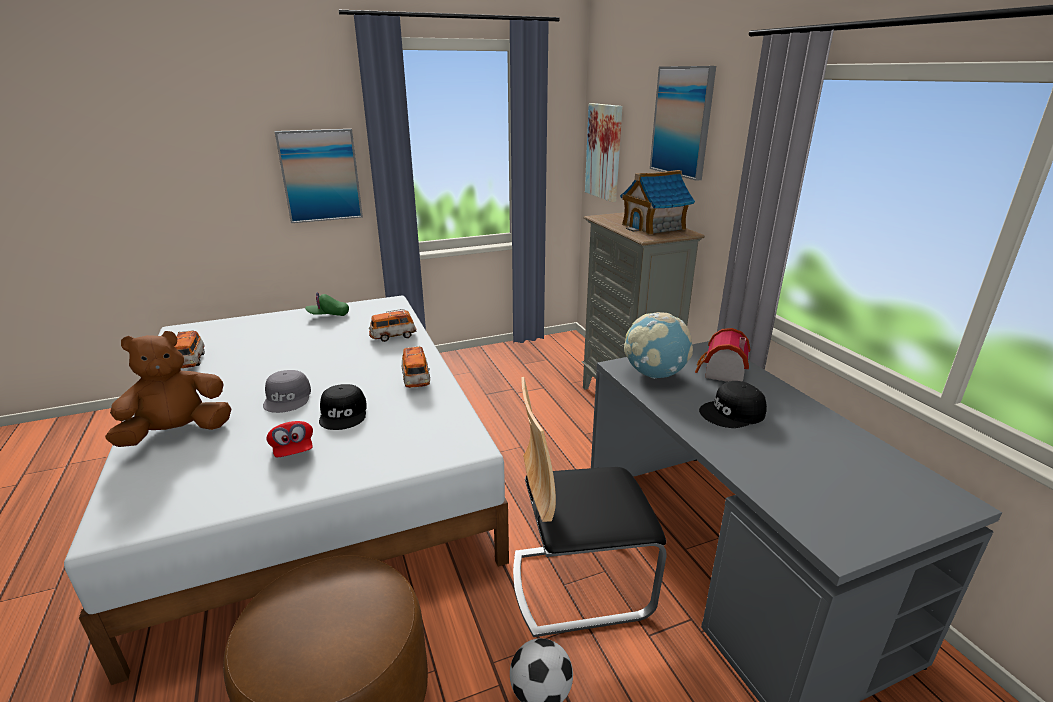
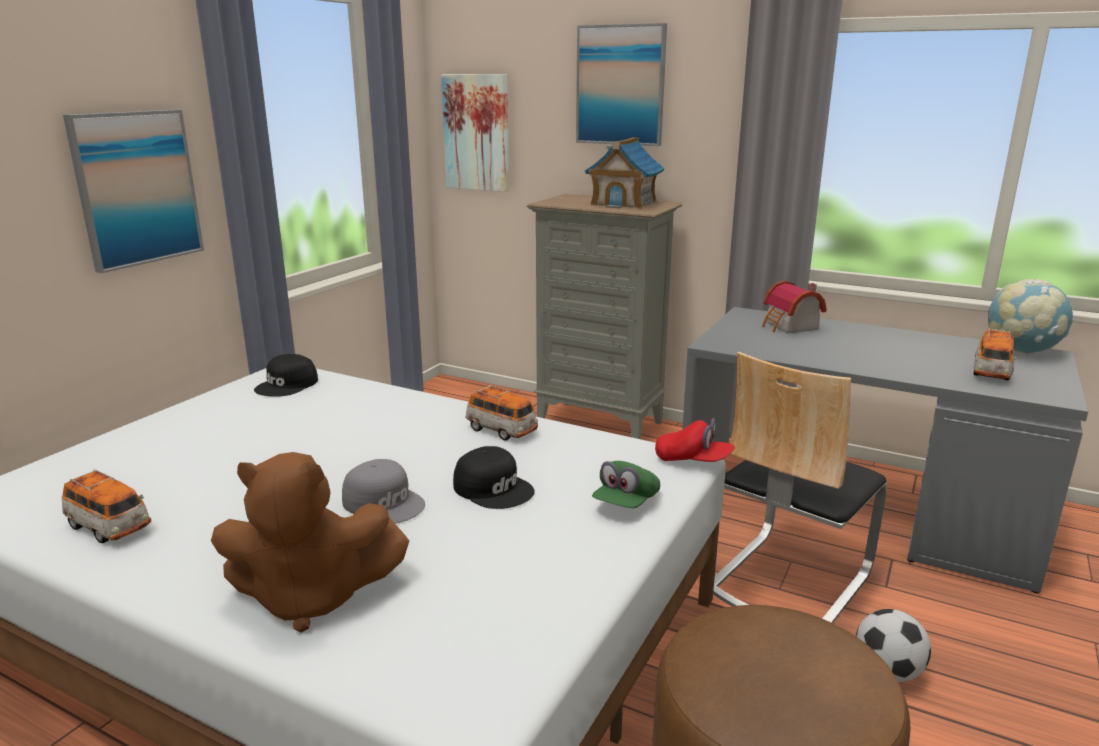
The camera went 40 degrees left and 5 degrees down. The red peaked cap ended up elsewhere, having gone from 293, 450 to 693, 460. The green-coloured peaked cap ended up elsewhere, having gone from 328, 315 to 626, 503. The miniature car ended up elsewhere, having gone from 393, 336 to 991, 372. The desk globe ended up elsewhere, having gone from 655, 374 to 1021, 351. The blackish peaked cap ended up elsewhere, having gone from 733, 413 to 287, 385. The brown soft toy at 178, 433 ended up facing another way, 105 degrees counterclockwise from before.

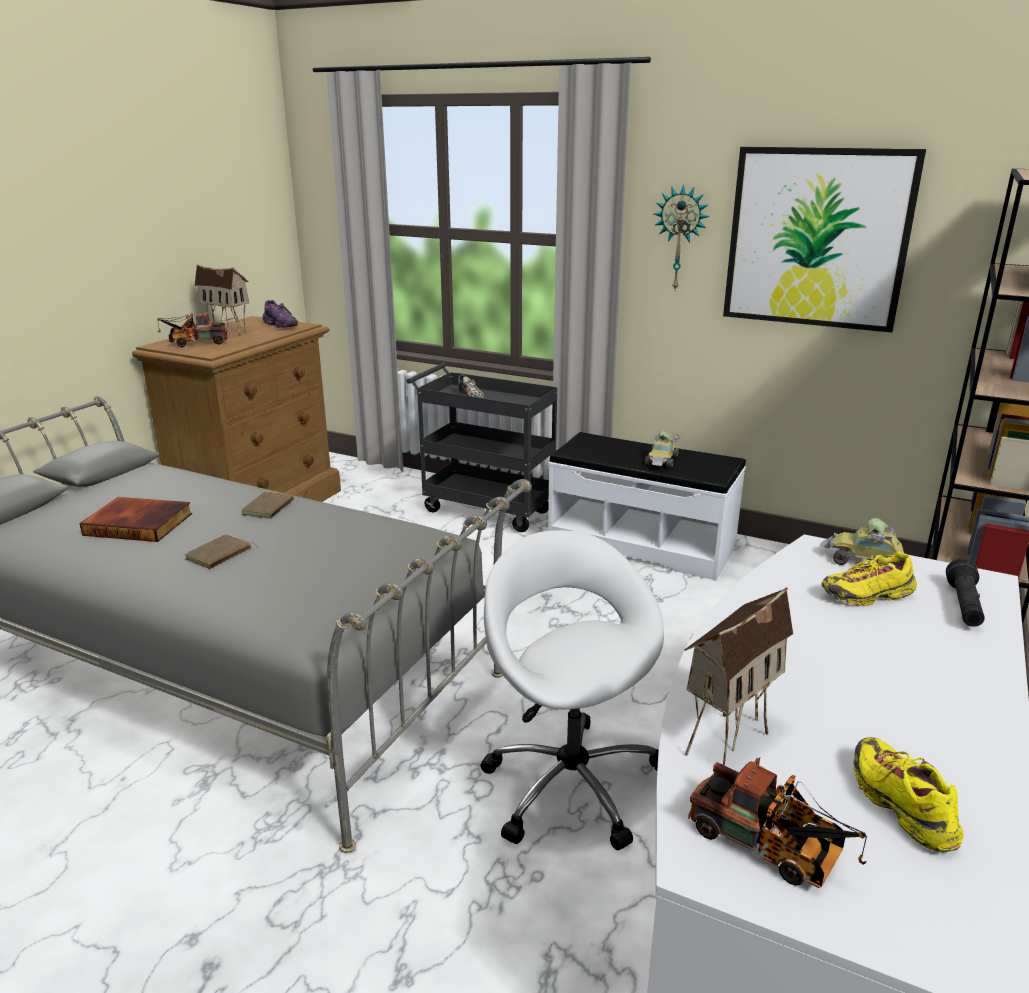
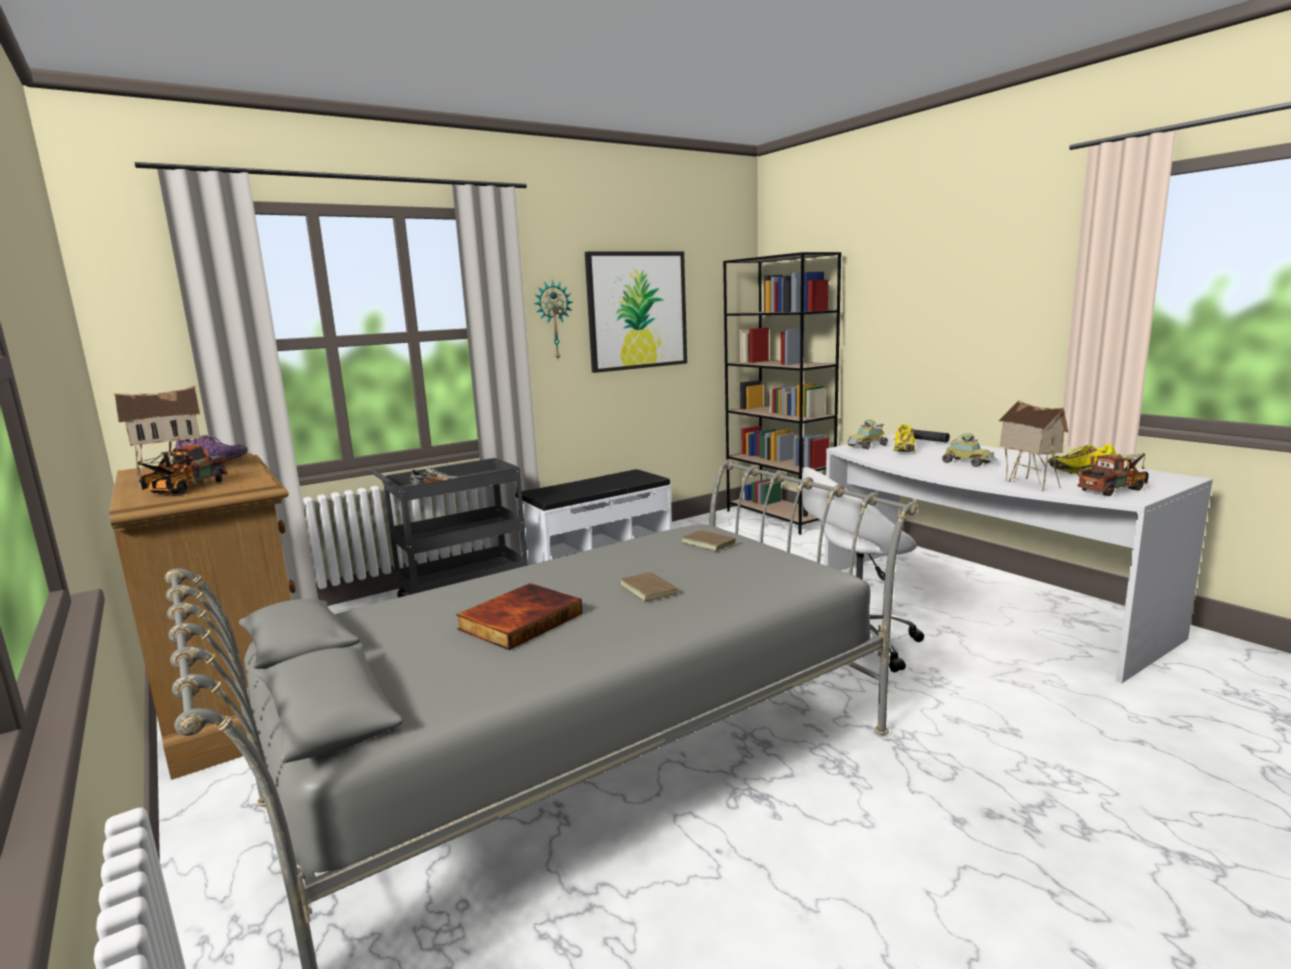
The camera went 60 degrees left and 10 degrees down. The brown volume ended up elsewhere, having gone from 270, 508 to 709, 543. The miniature car ended up elsewhere, having gone from 662, 461 to 968, 462.

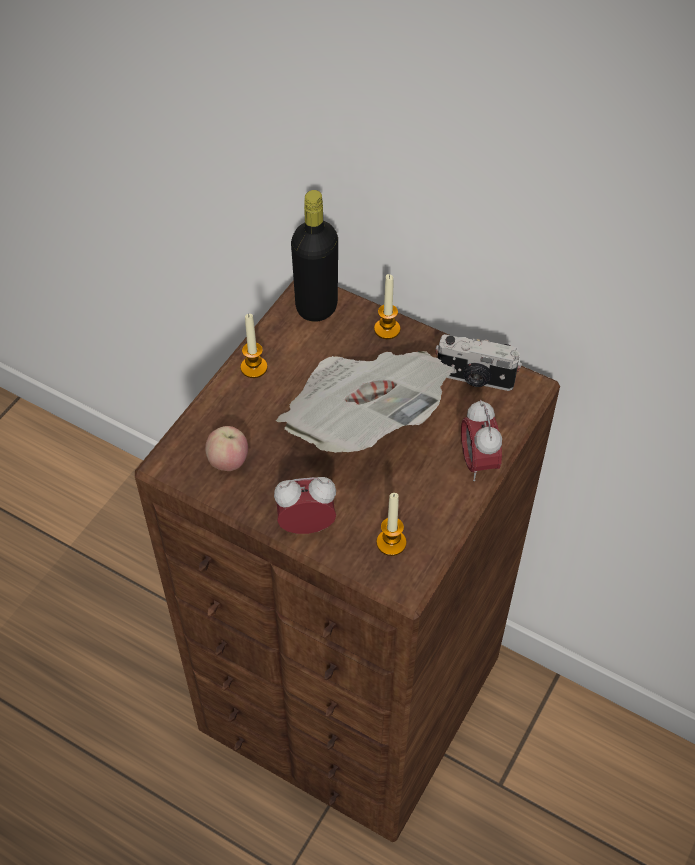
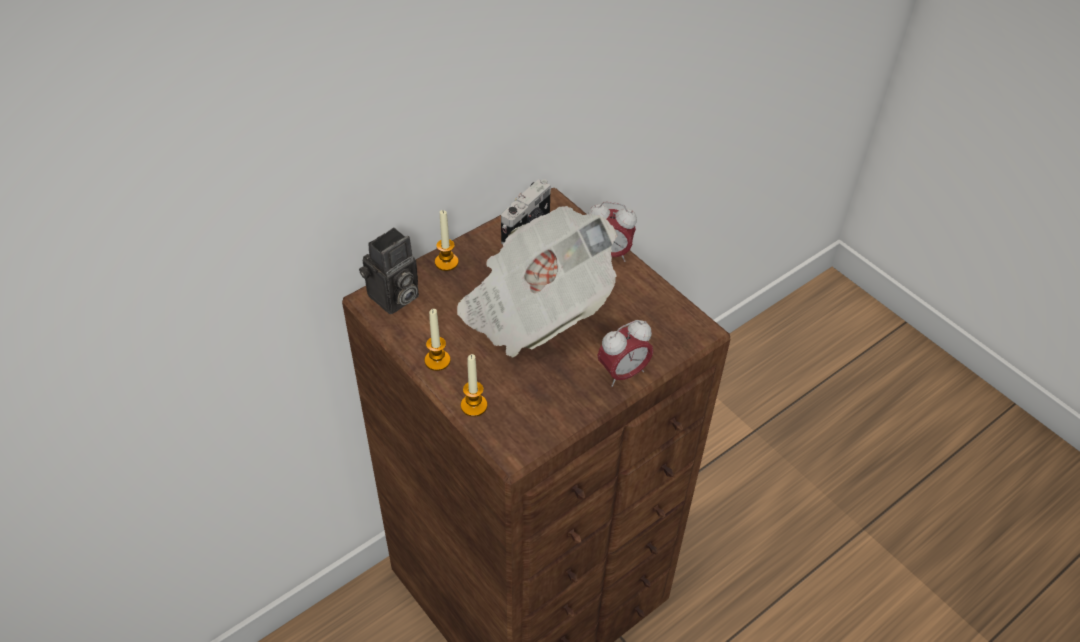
The camera went 70 degrees left and 5 degrees down. The second view lost the apple at 228, 462. The wax candle ended up elsewhere, having gone from 391, 543 to 474, 406. Where the blackish beverage bottle stood at 316, 307, the photo camera came to stand at 393, 299. The table clock at 306, 525 ended up facing another way, 135 degrees counterclockwise from before.

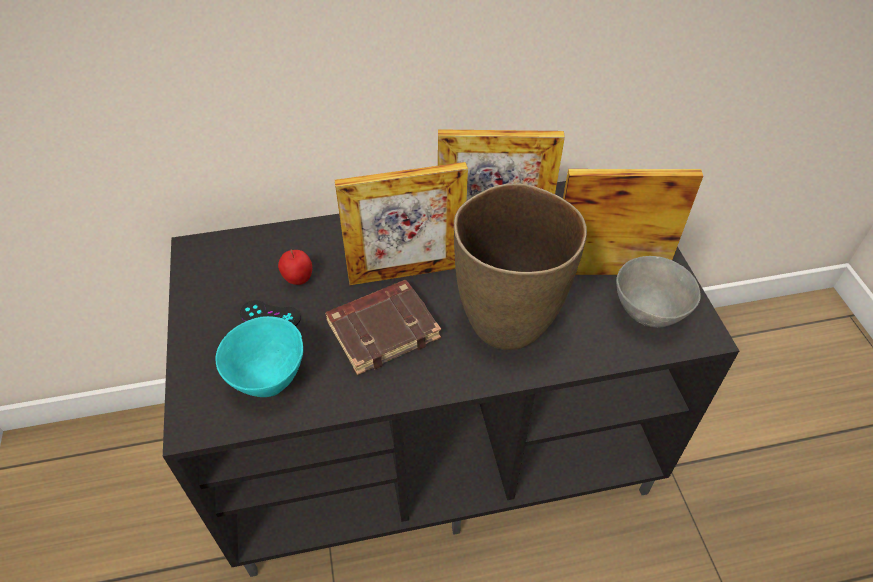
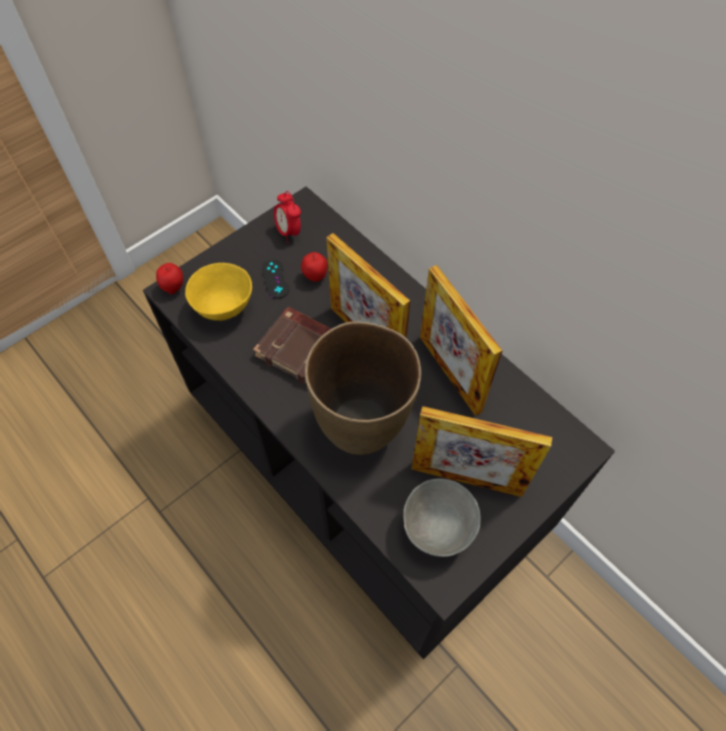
The camera went 60 degrees right and 10 degrees up. The second view gained the apple at 174, 288. The second view gained the table clock at 289, 232. What was the blue-green deep dish at 268, 378 turned into the yellow deep dish at 225, 308. The standing frame at 608, 271 ended up facing another way, 135 degrees clockwise from before.

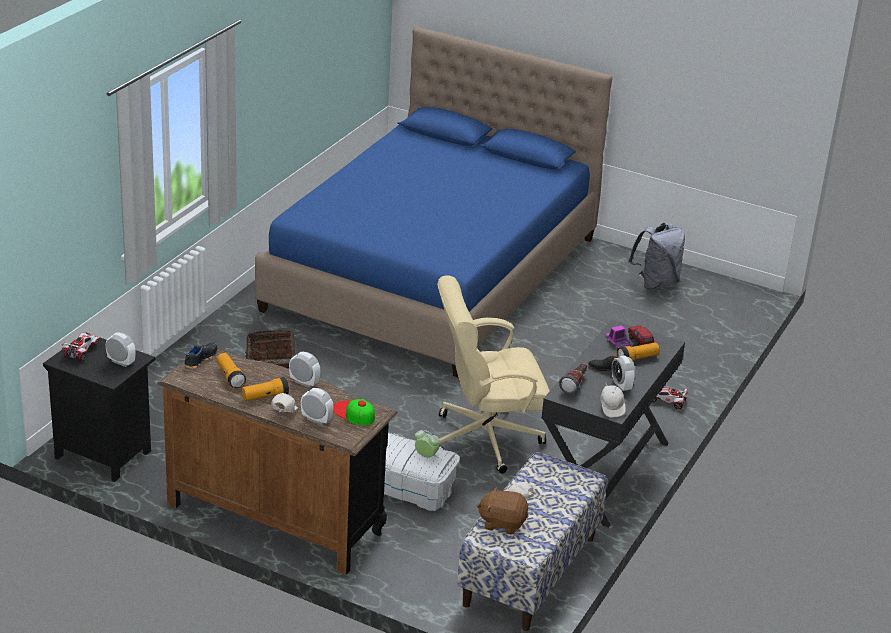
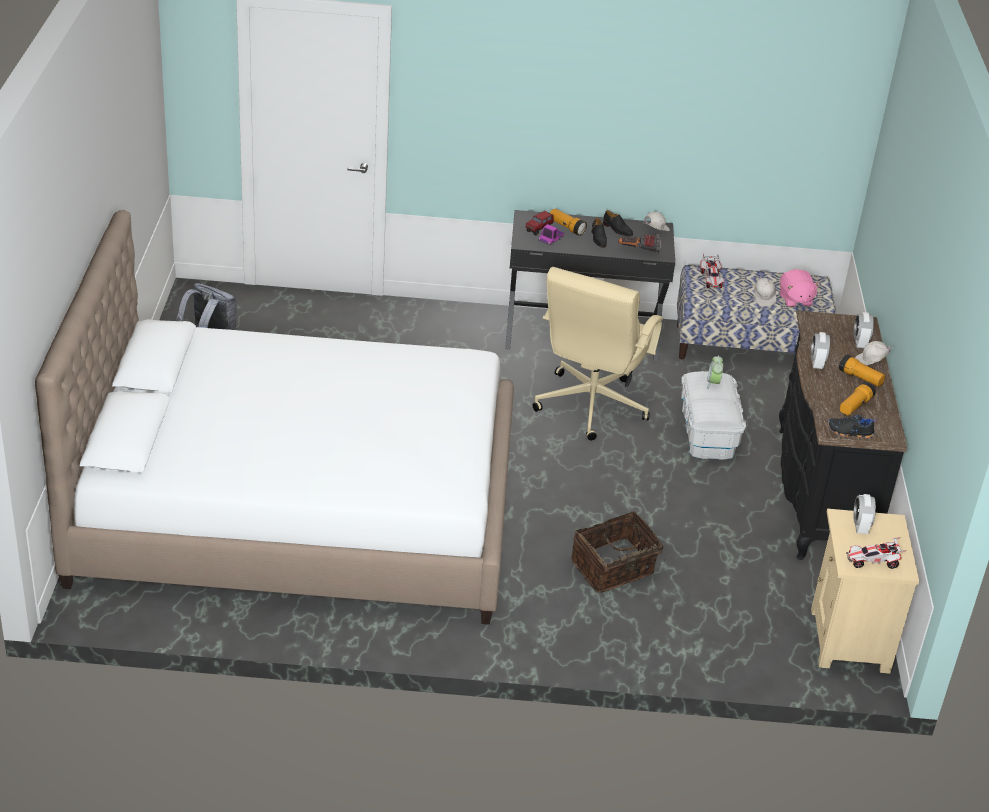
The camera went 115 degrees left and 5 degrees up. The second view lost the peaked cap at 353, 413. The miniature car ended up elsewhere, having gone from 667, 402 to 711, 280. Where the table clock stood at 621, 385, the blackish low shoe came to stand at 617, 230. What was the blackish bedside table at 103, 453 turned into the beige bedside table at 847, 641. What was the bluish bedroom bed at 433, 273 turned into the white bedroom bed at 297, 509. What was the brown soft toy at 502, 523 turned into the pink-coloured soft toy at 795, 300. The beige desk chair at 486, 438 ended up facing another way, 60 degrees clockwise from before.

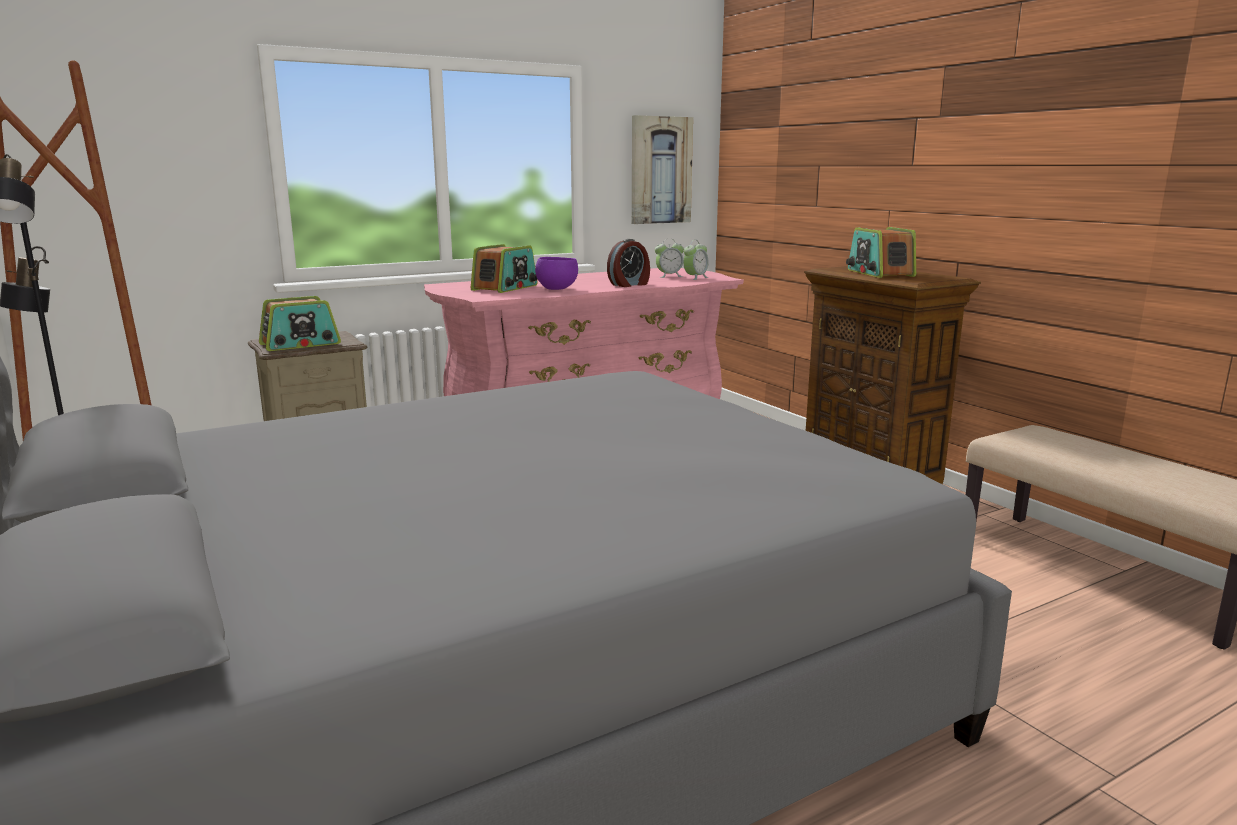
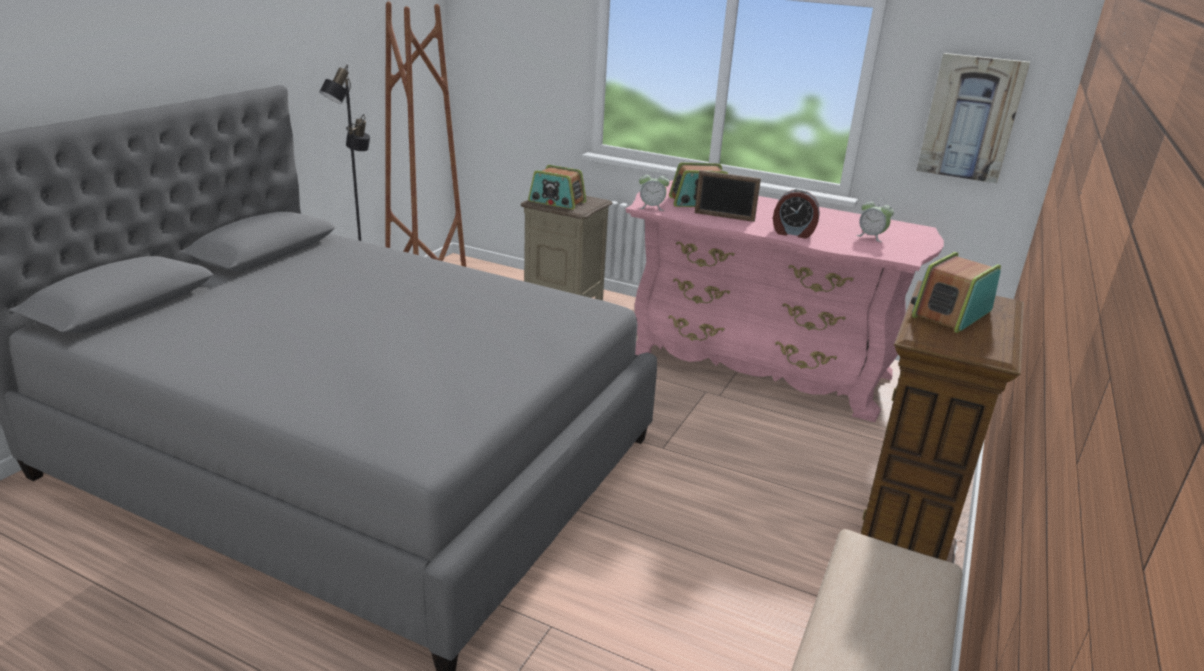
The camera went 55 degrees right and 10 degrees up. The table clock ended up elsewhere, having gone from 695, 278 to 652, 207. Where the purple deep dish stood at 557, 289, the standing frame came to stand at 724, 217.

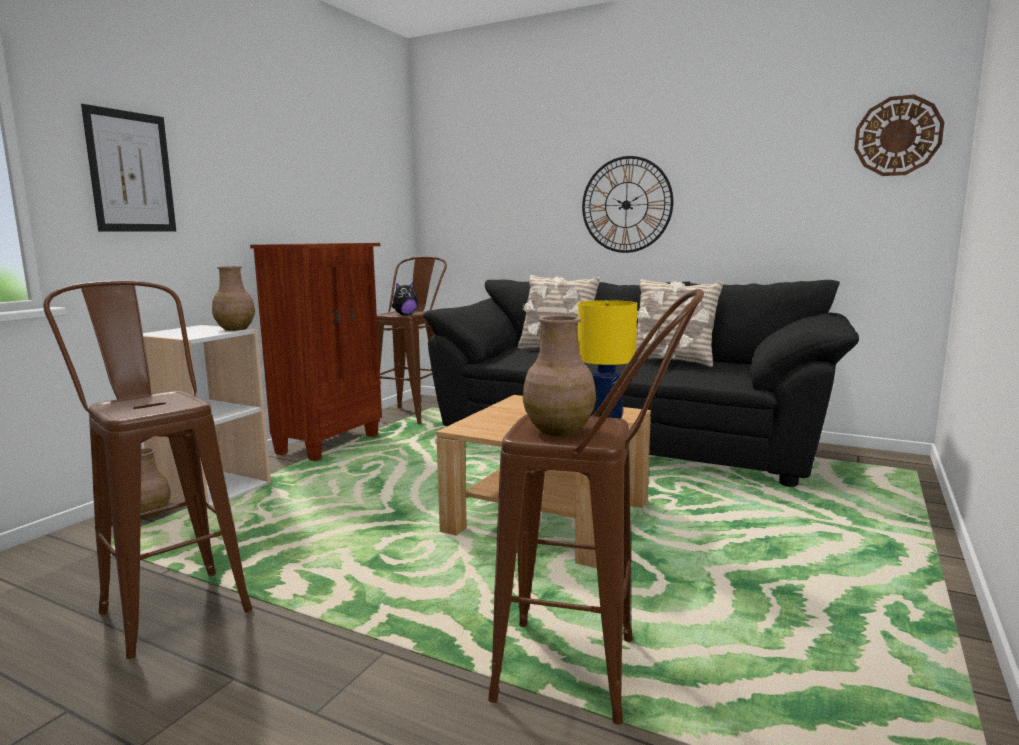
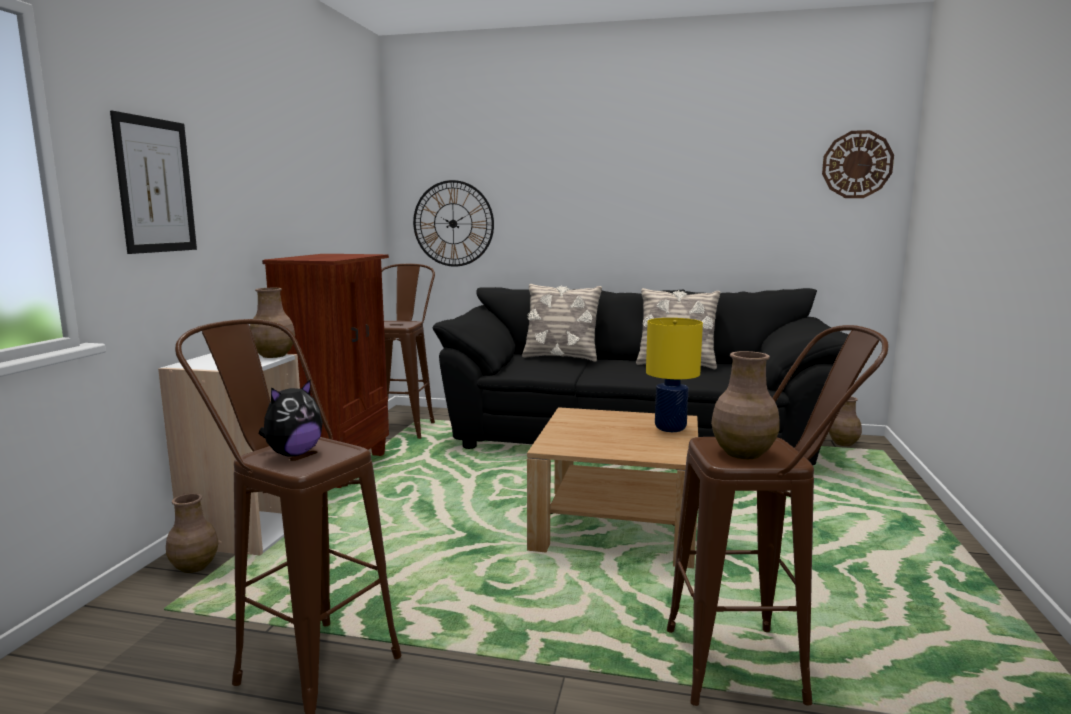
The camera went 15 degrees left and 0 degrees up. The second view gained the brown decorative vase at 843, 443. The soft toy ended up elsewhere, having gone from 405, 315 to 293, 454. The hanging clock ended up elsewhere, having gone from 626, 205 to 453, 223.

